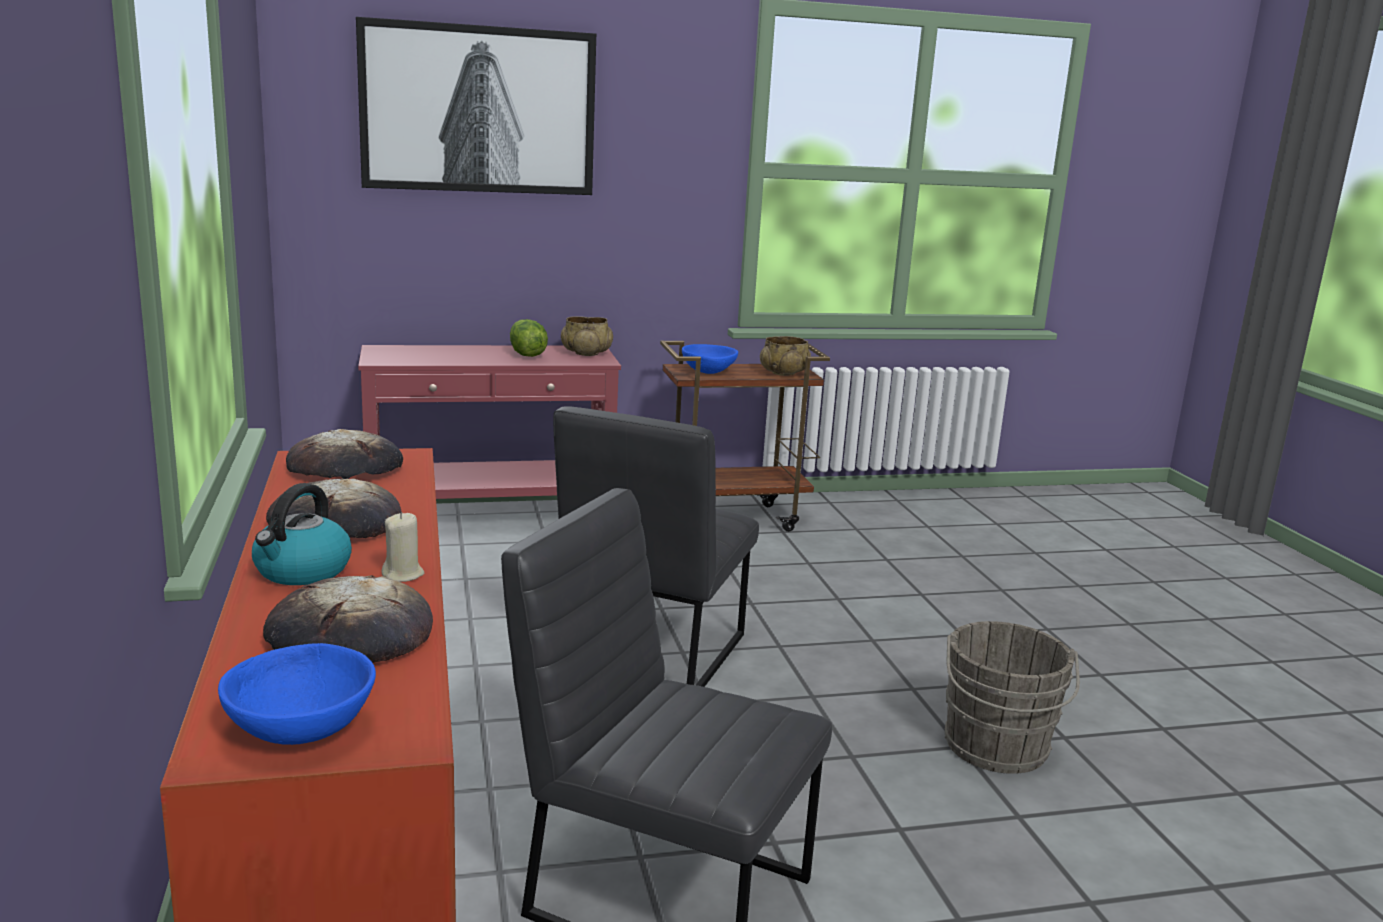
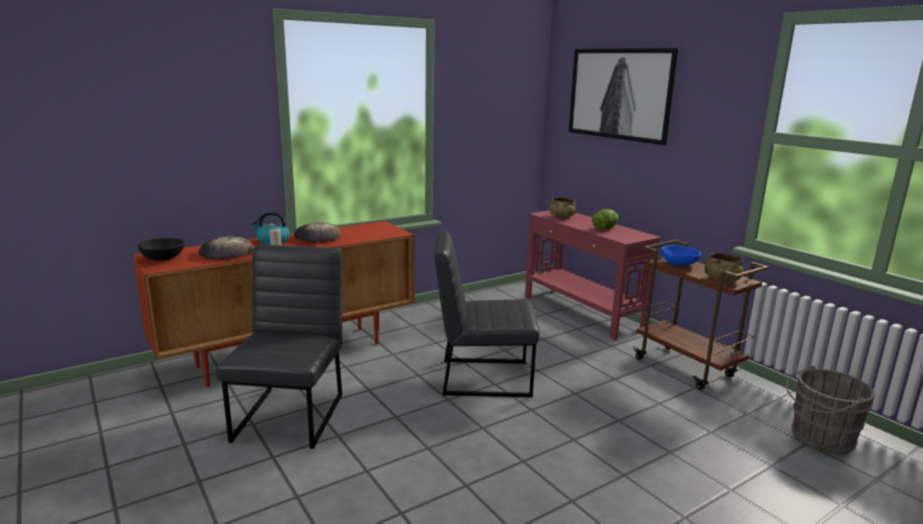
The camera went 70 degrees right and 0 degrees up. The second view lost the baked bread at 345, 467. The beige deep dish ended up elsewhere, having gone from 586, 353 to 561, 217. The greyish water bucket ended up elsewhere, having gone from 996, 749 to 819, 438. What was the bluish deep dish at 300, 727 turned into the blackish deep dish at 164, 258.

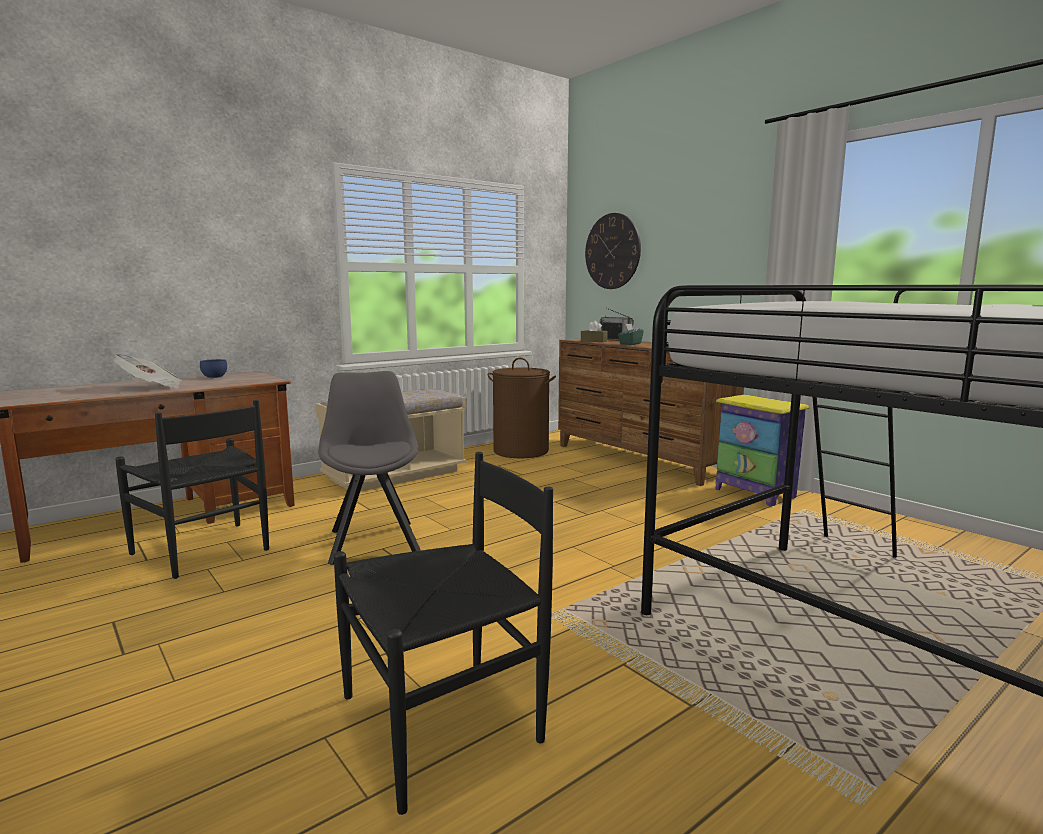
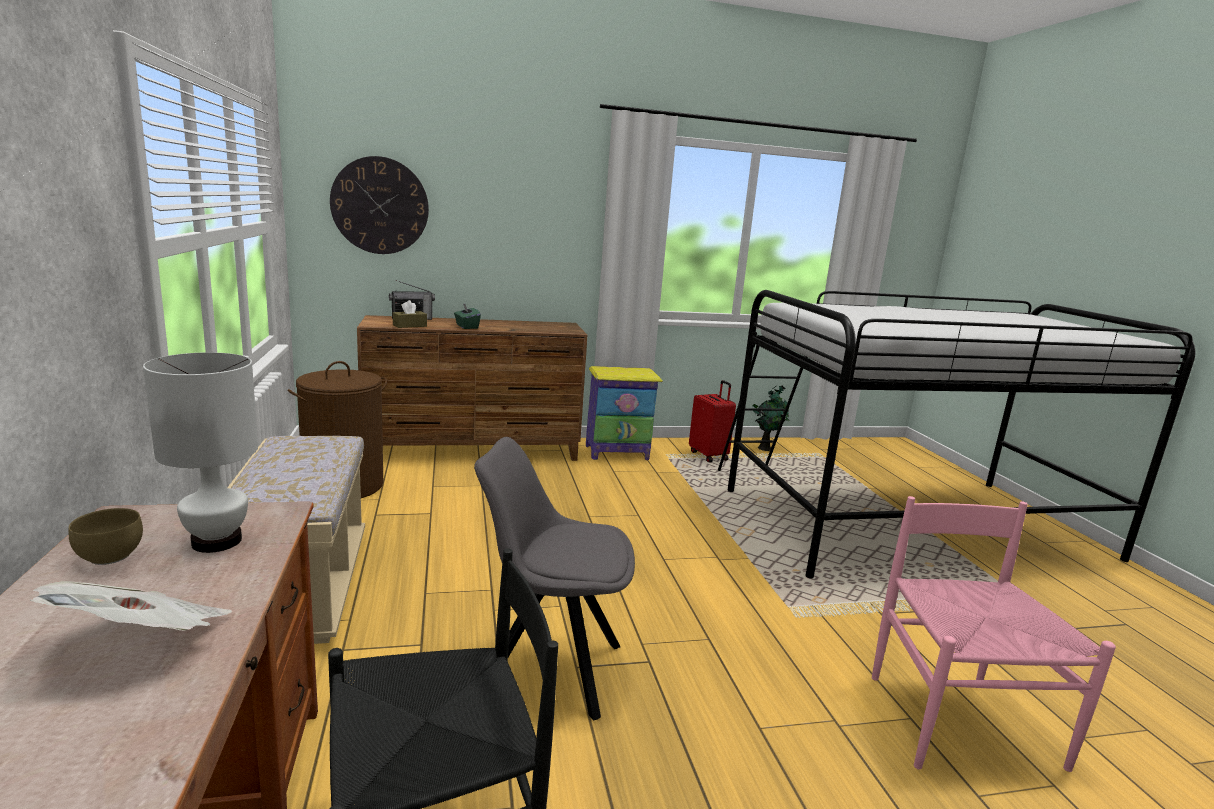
The camera went 65 degrees left and 5 degrees up. The second view gained the white lamp for a table at 217, 541. The second view gained the red suitcase at 709, 455. The second view gained the potted plant at 765, 448. What was the bluish deep dish at 214, 377 turned into the brown deep dish at 113, 557. What was the blackish plain chair at 444, 723 turned into the pink-coloured plain chair at 956, 720.

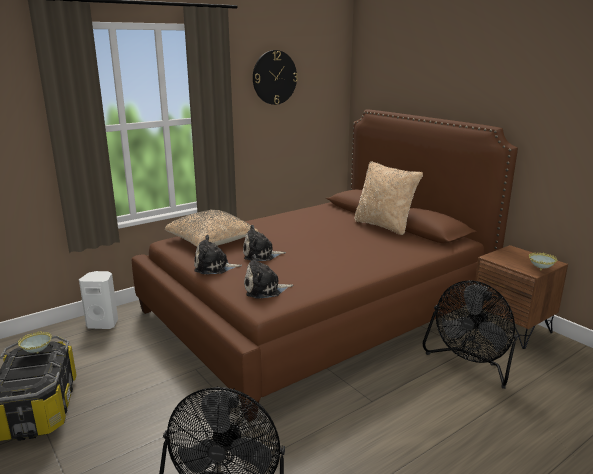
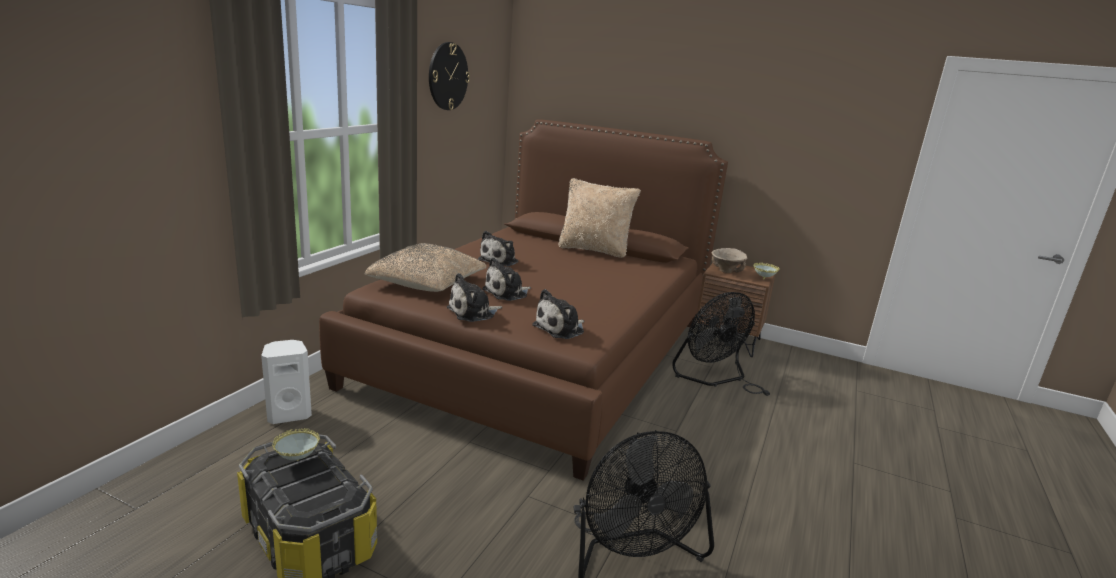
The camera went 30 degrees left and 0 degrees up. The second view gained the soft toy at 500, 261. The second view gained the beige deep dish at 725, 271. The blackish cooling fan at 468, 361 ended up facing another way, 135 degrees clockwise from before.

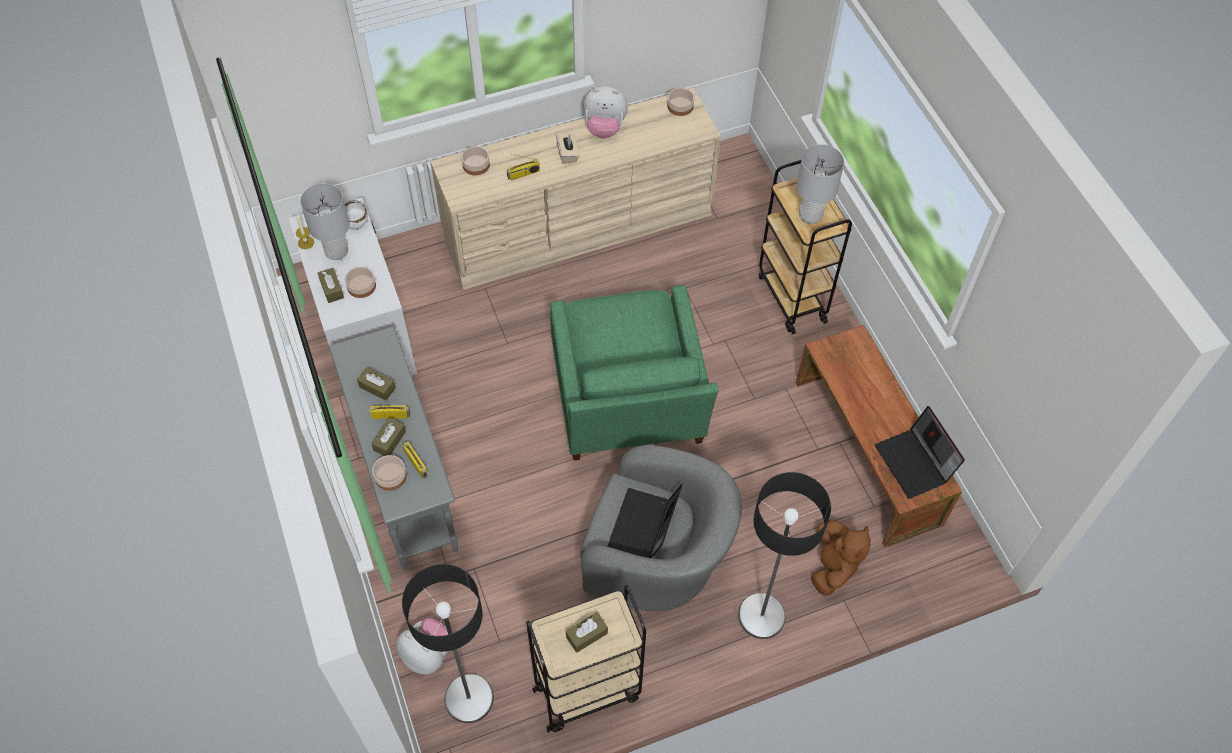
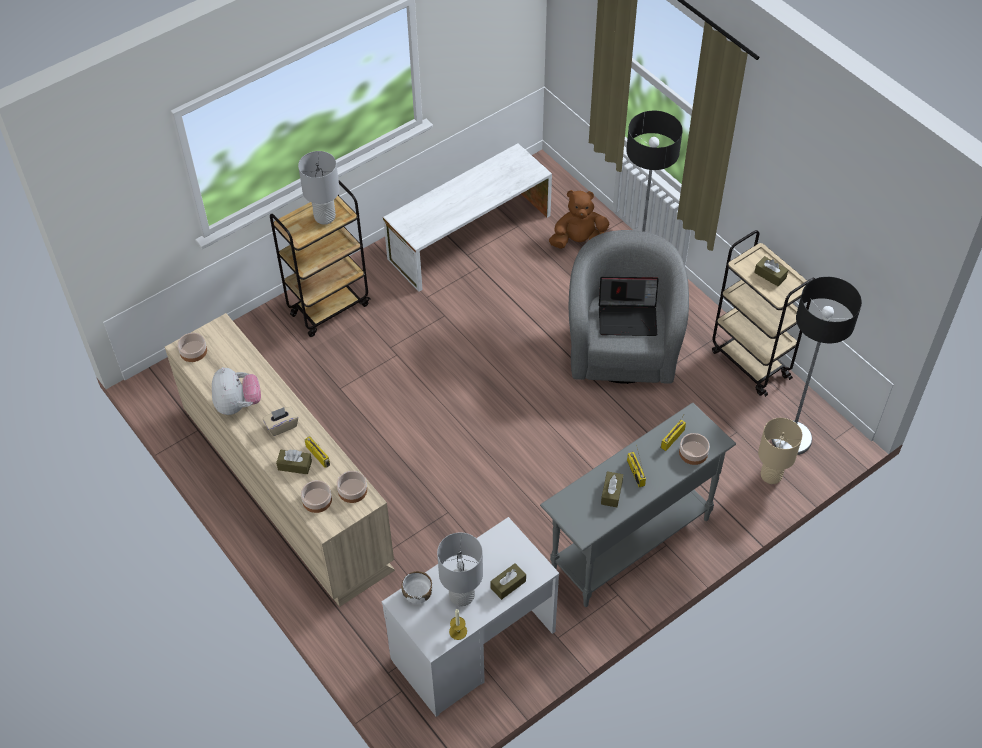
The camera went 105 degrees left and 5 degrees down. The second view lost the green-coloured easy chair at 627, 399. The second view lost the laptop at 915, 463. The deep dish ended up elsewhere, having gone from 361, 286 to 353, 490. The brown box of tissues ended up elsewhere, having gone from 389, 441 to 294, 465. Where the soft toy stood at 428, 654, the beige lamp for a table came to stand at 771, 477. What was the brown indoor bench at 869, 452 turned into the white indoor bench at 469, 235.

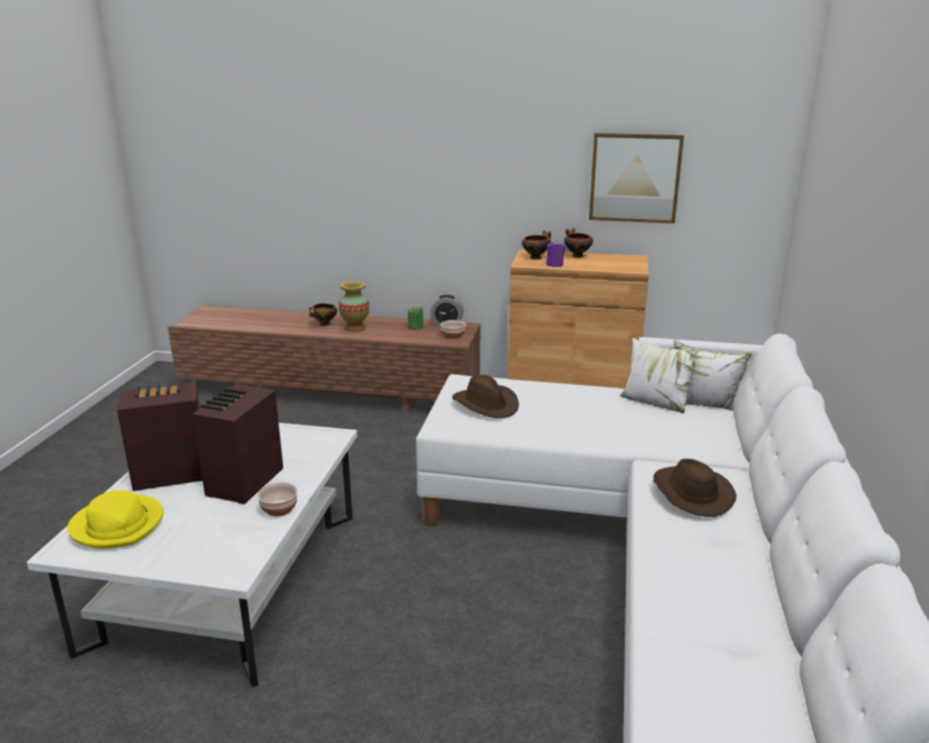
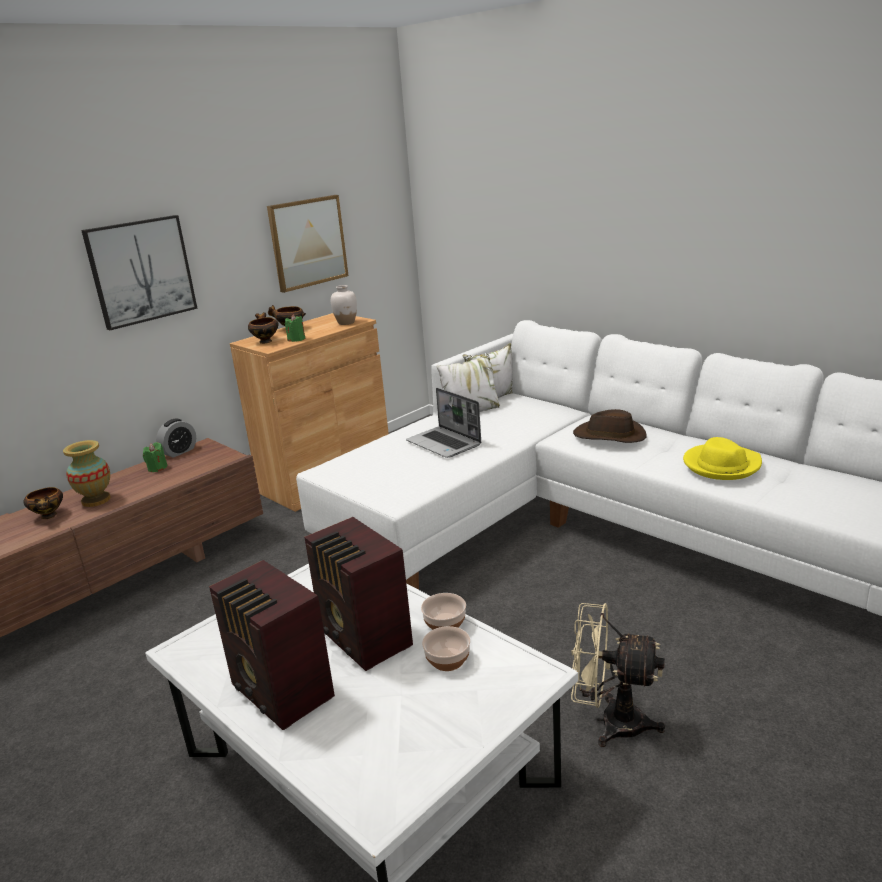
The camera went 55 degrees left and 0 degrees up. The second view lost the brown wearable hat at 486, 404. The second view gained the picture at 141, 271. The second view gained the white decorative vase at 346, 322. The second view gained the laptop at 445, 443. The second view gained the beige cooling fan at 610, 722. The yellow wearable hat ended up elsewhere, having gone from 118, 525 to 721, 465. The deep dish ended up elsewhere, having gone from 453, 335 to 448, 660. What was the purple wax candle at 554, 265 turned into the green-coloured wax candle at 296, 339. The radio receiver at 169, 474 ended up facing another way, 60 degrees counterclockwise from before.

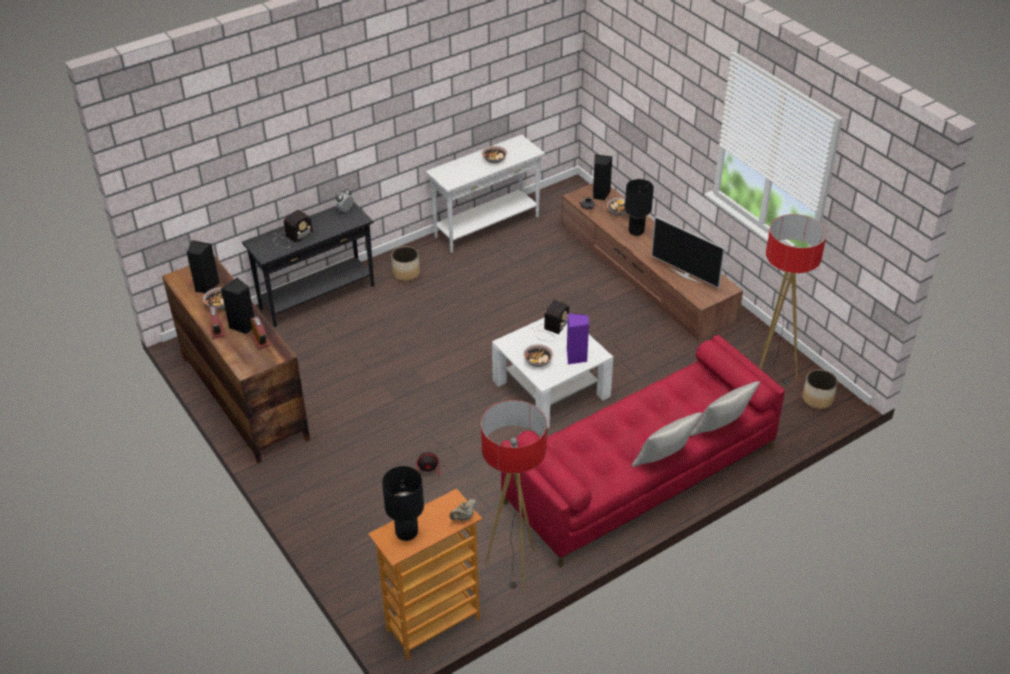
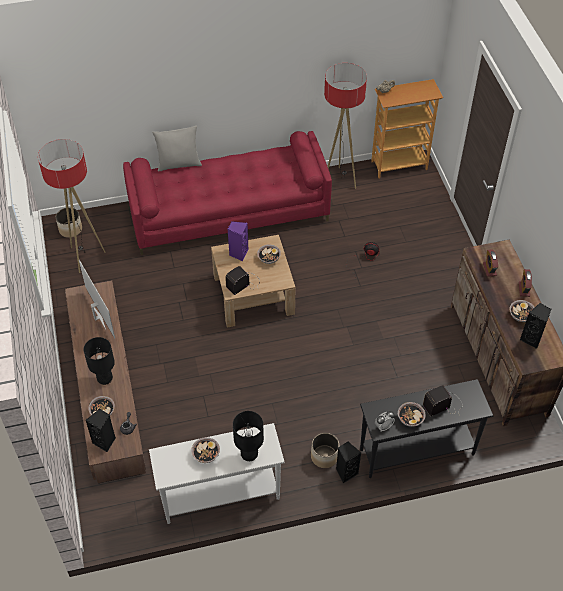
The camera went 160 degrees left and 10 degrees up. The second view lost the greyish cushion at 664, 461. The second view gained the deep dish at 410, 418. The blackish loudspeaker ended up elsewhere, having gone from 243, 326 to 346, 472. The blackish lamp for a table ended up elsewhere, having gone from 407, 533 to 249, 455. What was the white low table at 551, 388 turned into the brown low table at 253, 294.

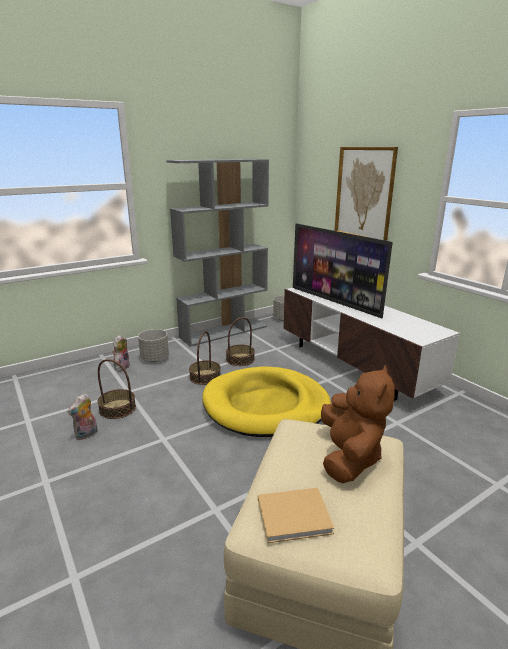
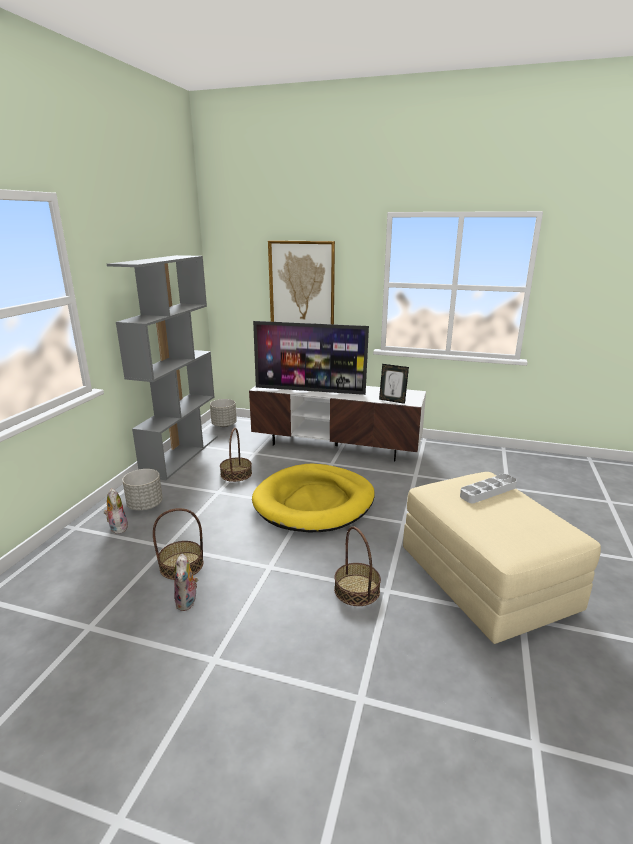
The camera went 40 degrees left and 0 degrees up. The second view lost the beige volume at 296, 516. The second view gained the standing frame at 392, 400. The household basket ended up elsewhere, having gone from 205, 377 to 357, 590. Where the brown soft toy stood at 349, 457, the greyish carrying tray came to stand at 488, 491.

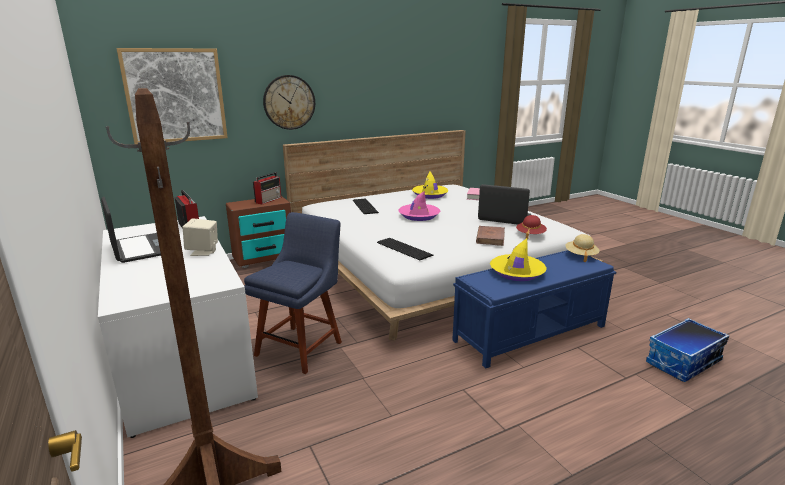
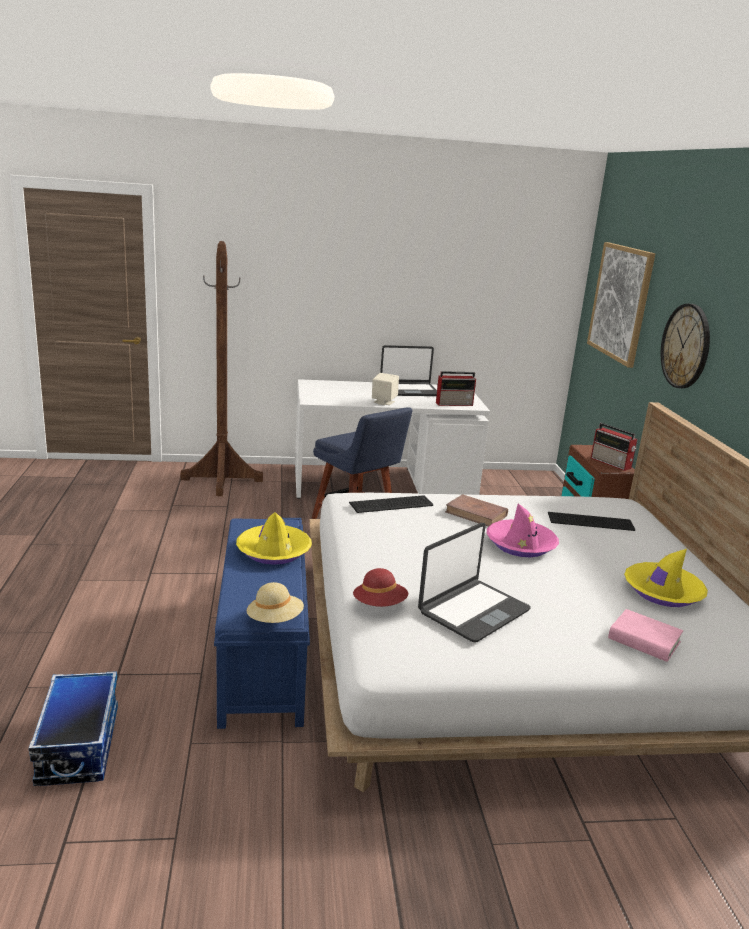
The camera went 110 degrees right and 0 degrees up. The brown volume ended up elsewhere, having gone from 490, 238 to 476, 514.

